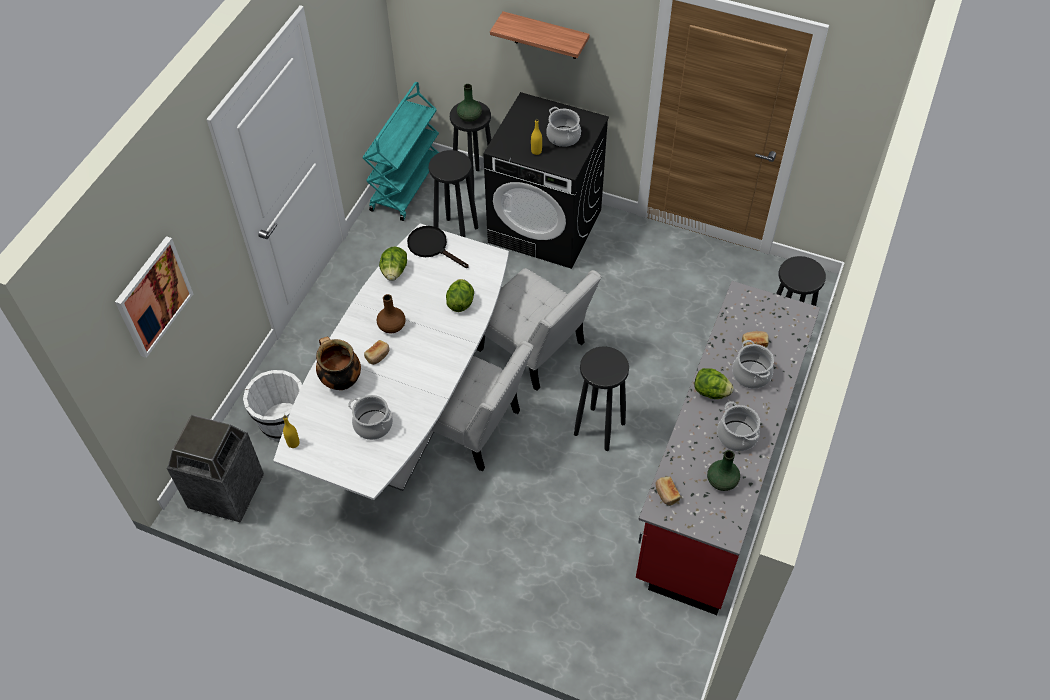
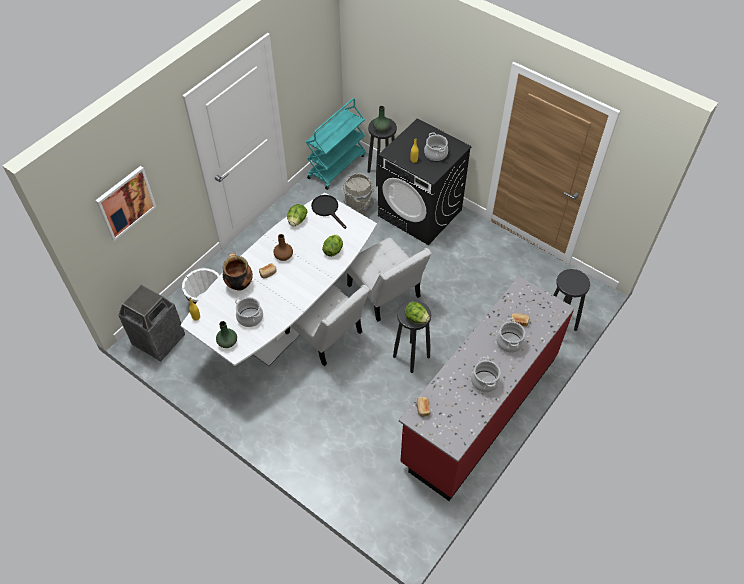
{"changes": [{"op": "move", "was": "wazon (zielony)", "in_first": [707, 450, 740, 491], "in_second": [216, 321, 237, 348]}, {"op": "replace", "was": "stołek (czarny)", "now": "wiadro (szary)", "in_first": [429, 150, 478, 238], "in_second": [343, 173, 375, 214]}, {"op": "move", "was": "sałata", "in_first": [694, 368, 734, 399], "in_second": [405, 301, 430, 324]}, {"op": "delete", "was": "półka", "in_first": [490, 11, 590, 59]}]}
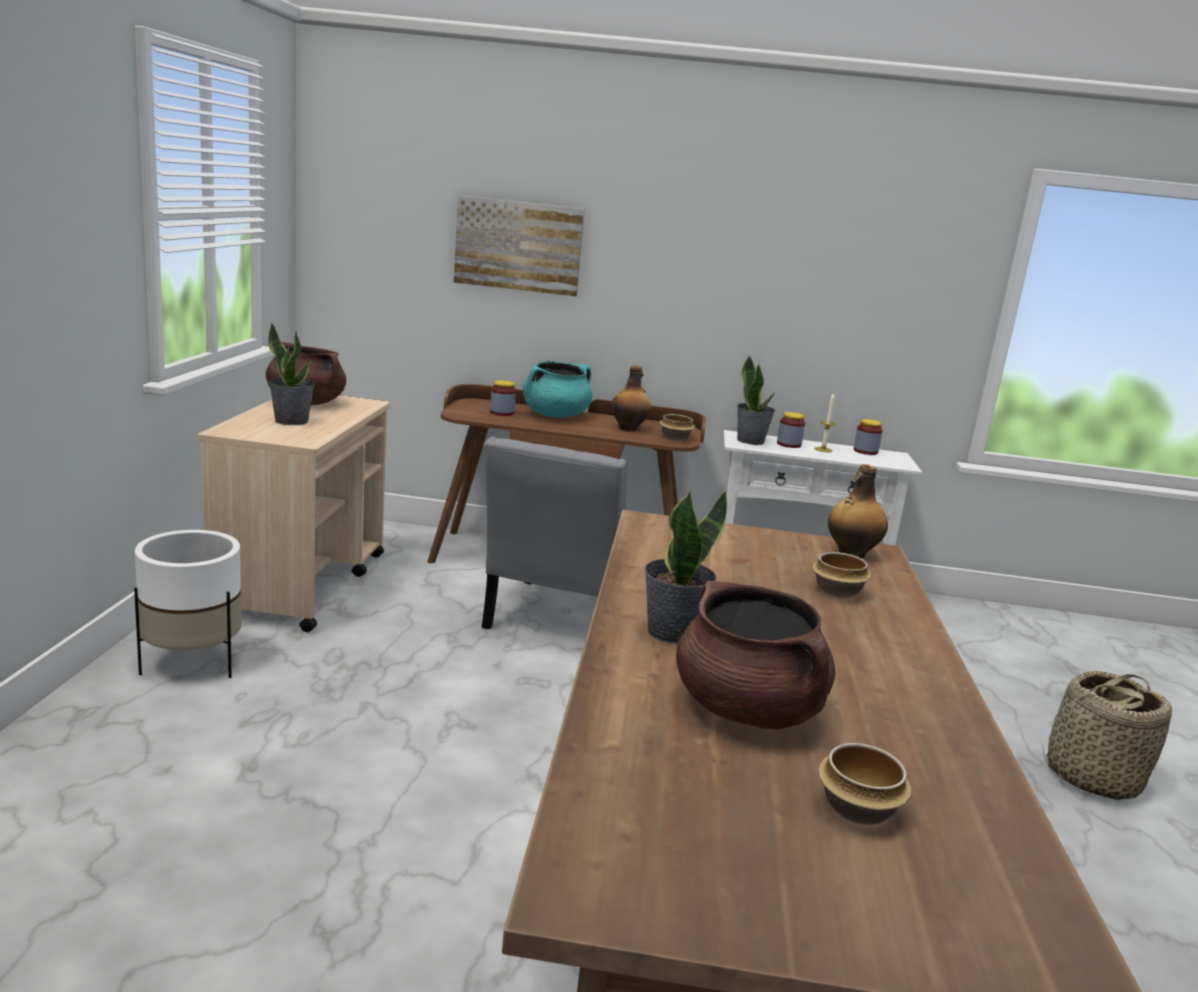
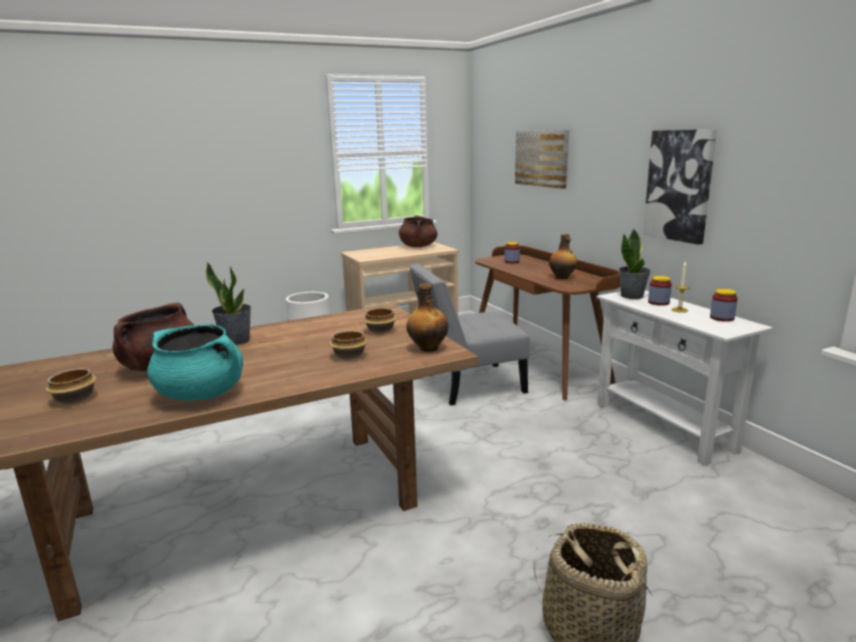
{"changes": [{"op": "move", "was": "garnek (turkusowy)", "in_first": [523, 361, 592, 418], "in_second": [147, 324, 243, 401]}, {"op": "move", "was": "miska", "in_first": [659, 414, 695, 441], "in_second": [363, 308, 397, 334]}, {"op": "insert", "now": "obraz", "in_second": [643, 129, 717, 245]}, {"op": "delete", "was": "roślina doniczkowa", "in_first": [267, 323, 315, 425]}]}
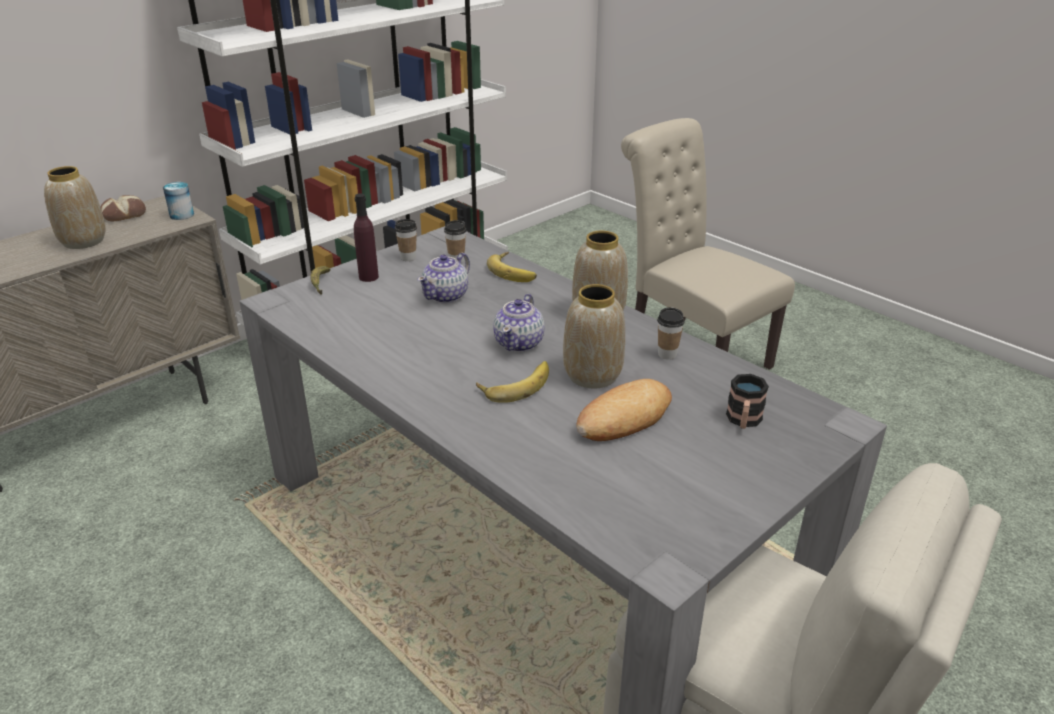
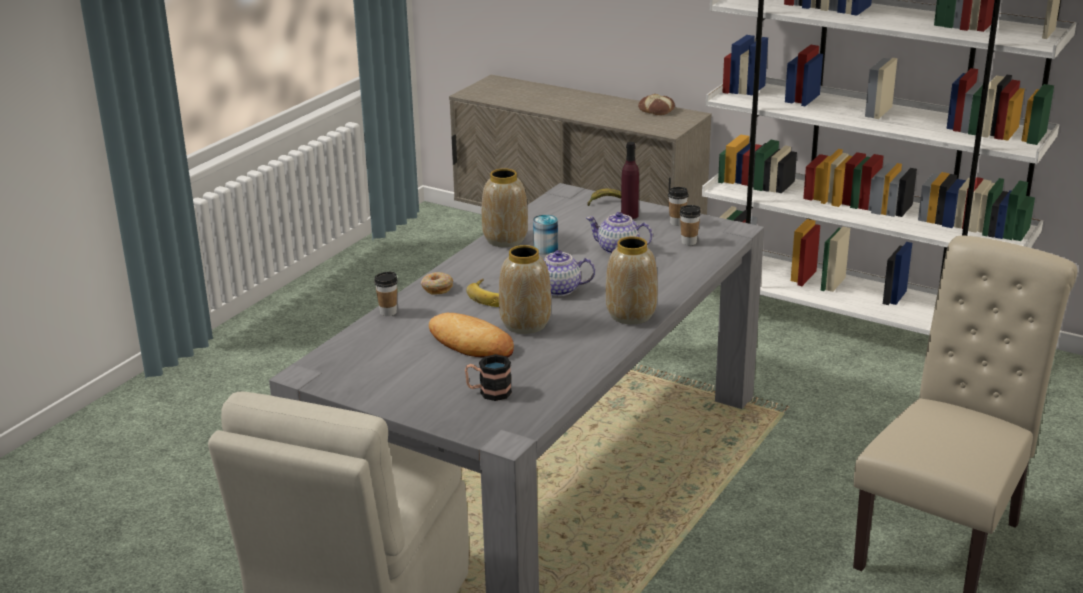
{"changes": [{"op": "move", "was": "filiżanka", "in_first": [657, 307, 685, 360], "in_second": [374, 272, 398, 316]}, {"op": "insert", "now": "donut", "in_second": [421, 272, 453, 294]}, {"op": "move", "was": "wazon", "in_first": [44, 166, 106, 249], "in_second": [482, 168, 528, 247]}, {"op": "move", "was": "puszka", "in_first": [163, 182, 194, 220], "in_second": [533, 215, 558, 255]}, {"op": "delete", "was": "banan", "in_first": [487, 252, 537, 282]}]}
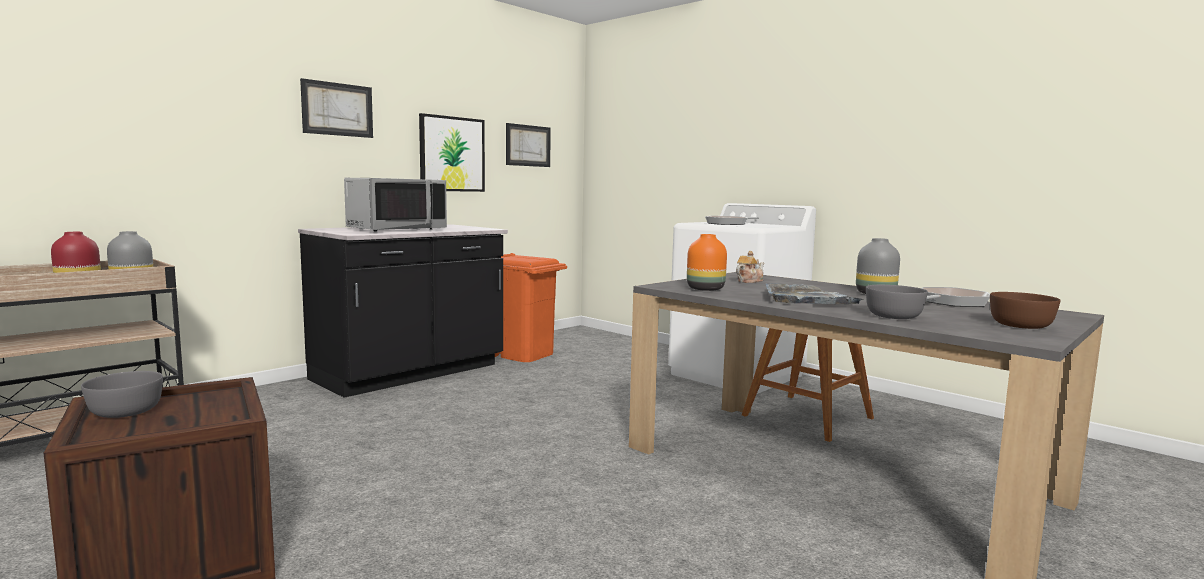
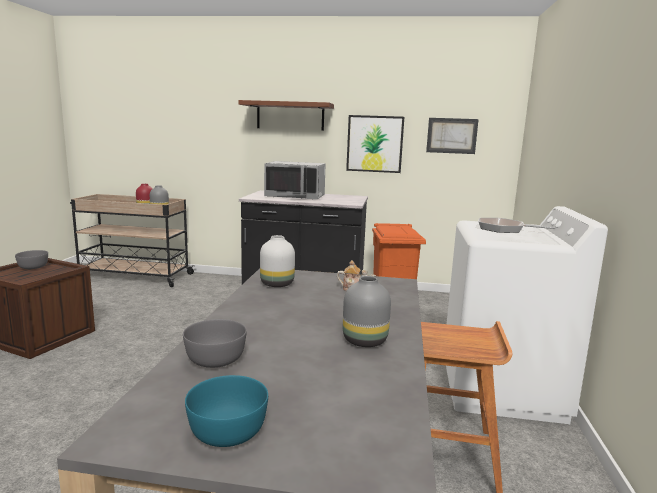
{"changes": [{"op": "recolor", "was": "miska (brązowy)", "now": "miska (turkusowy)", "in_first": [990, 292, 1060, 329], "in_second": [185, 375, 268, 447]}, {"op": "replace", "was": "obraz", "now": "półka (brązowy)", "in_first": [300, 78, 373, 138], "in_second": [238, 100, 334, 131]}, {"op": "recolor", "was": "wazon (pomarańczowy)", "now": "wazon (biały)", "in_first": [687, 234, 727, 291], "in_second": [260, 235, 295, 287]}, {"op": "delete", "was": "taca (szary)", "in_first": [766, 283, 864, 304]}, {"op": "delete", "was": "patelnia", "in_first": [922, 287, 990, 307]}]}
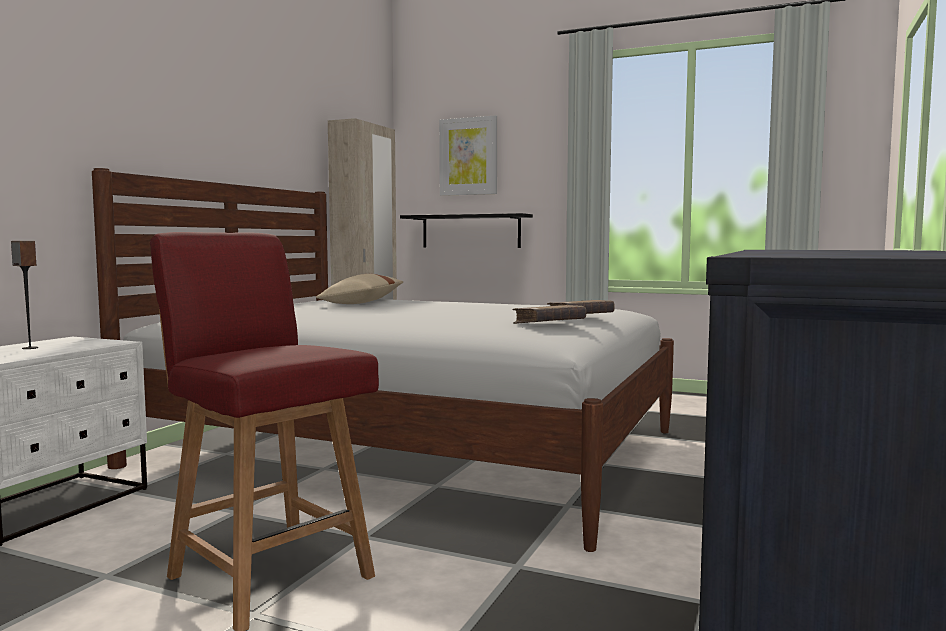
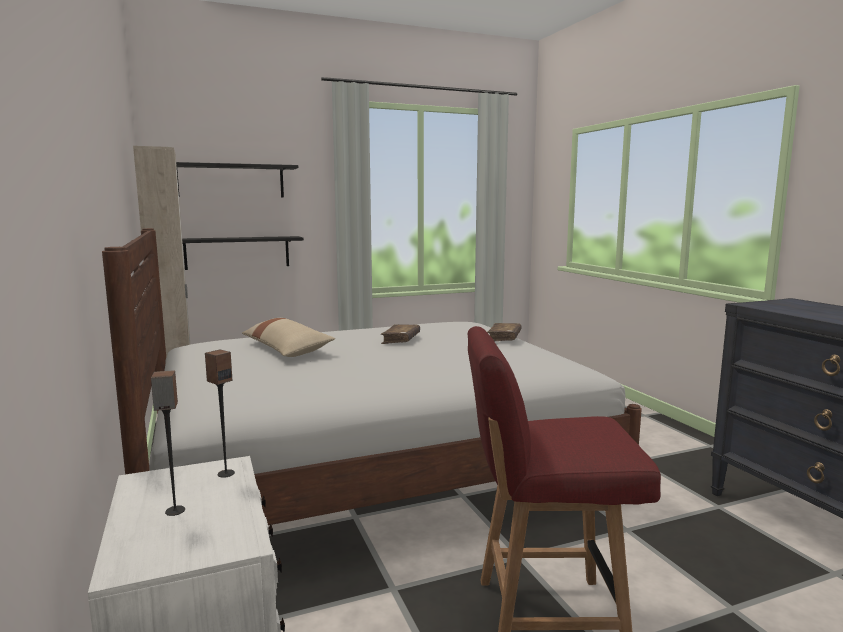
{"changes": [{"op": "replace", "was": "obraz", "now": "półka (czarny)", "in_first": [439, 115, 497, 196], "in_second": [176, 162, 298, 197]}, {"op": "insert", "now": "głośnik", "in_second": [205, 350, 235, 478]}, {"op": "move", "was": "książka (brązowy)", "in_first": [513, 305, 586, 324], "in_second": [381, 324, 420, 344]}]}
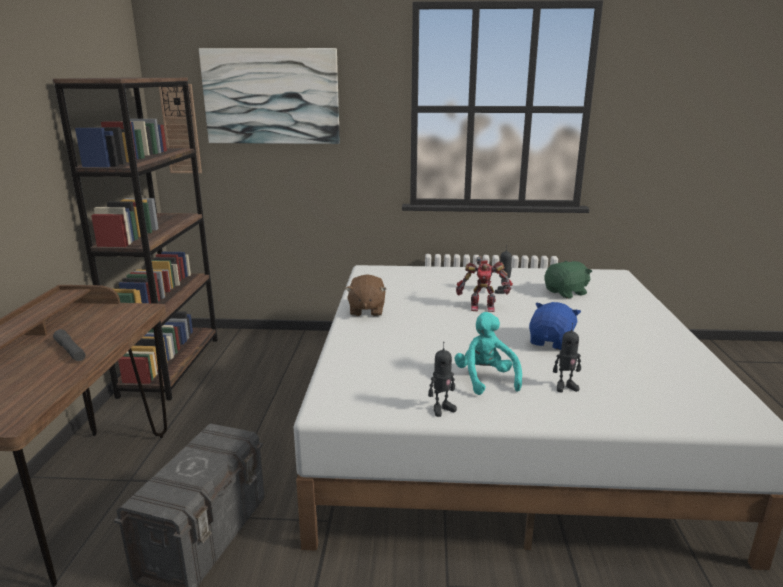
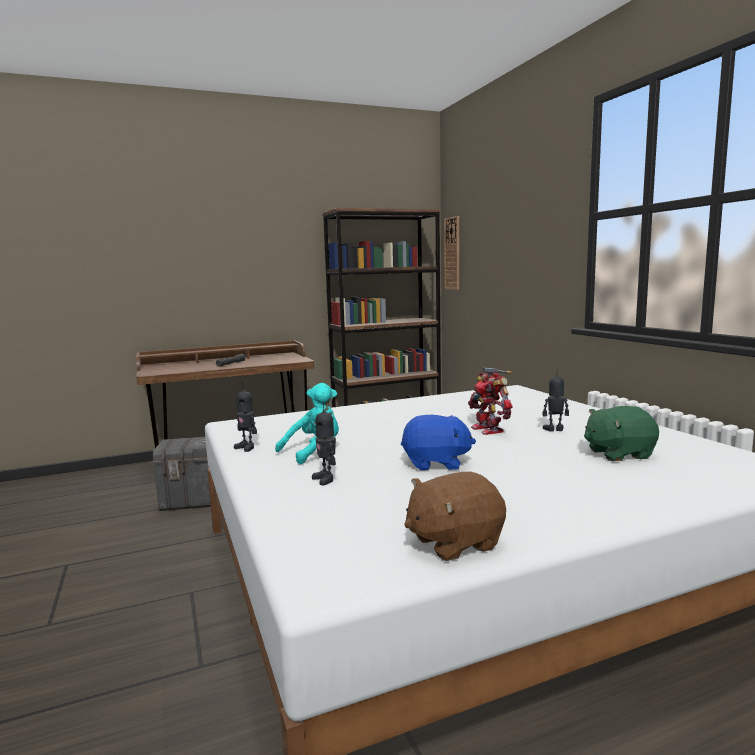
{"changes": [{"op": "move", "was": "pluszak (brązowy)", "in_first": [345, 274, 386, 316], "in_second": [405, 472, 506, 561]}, {"op": "rotate", "was": "pluszak (zielony)", "in_first": [544, 261, 592, 299], "in_second": [584, 406, 659, 461], "clockwise": 135}, {"op": "delete", "was": "obraz", "in_first": [199, 48, 340, 144]}]}
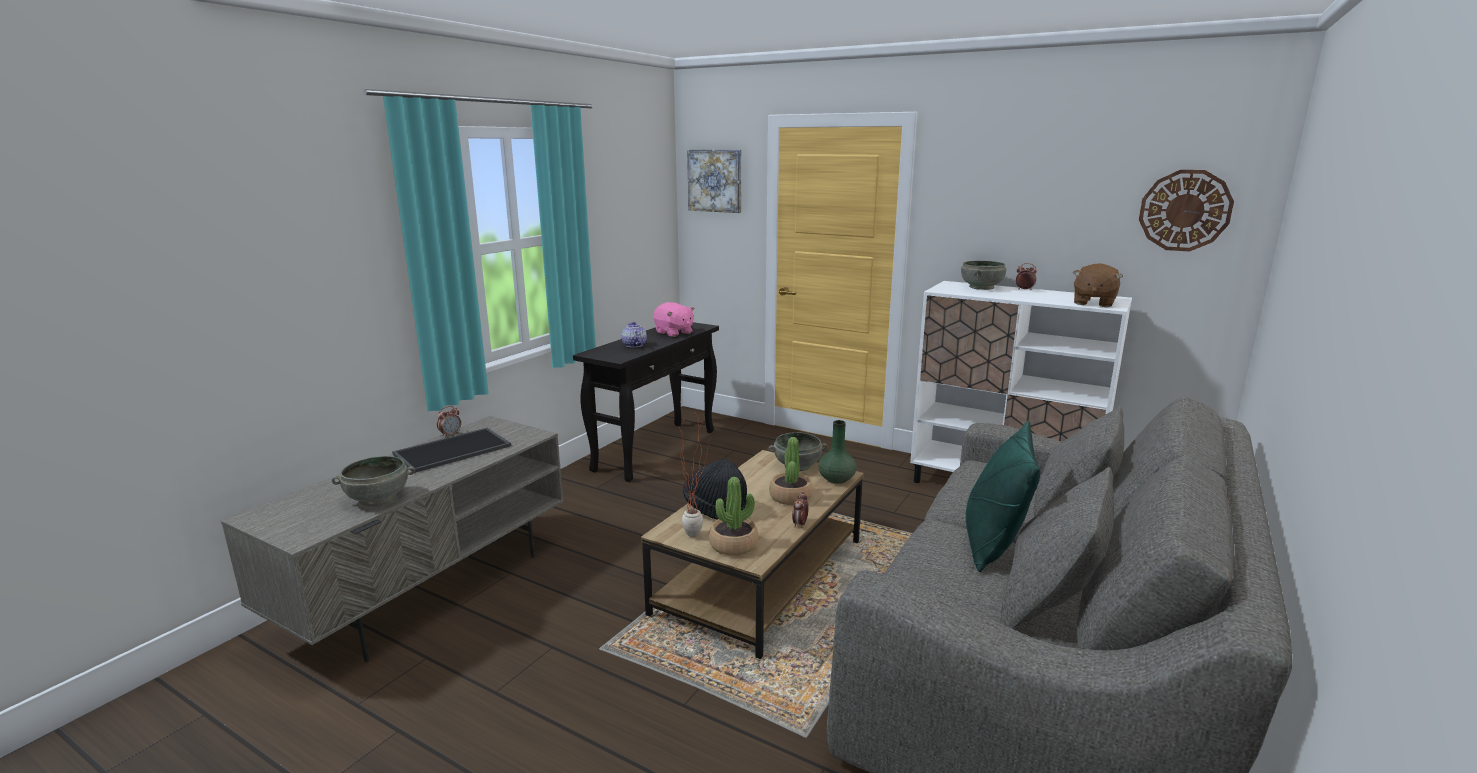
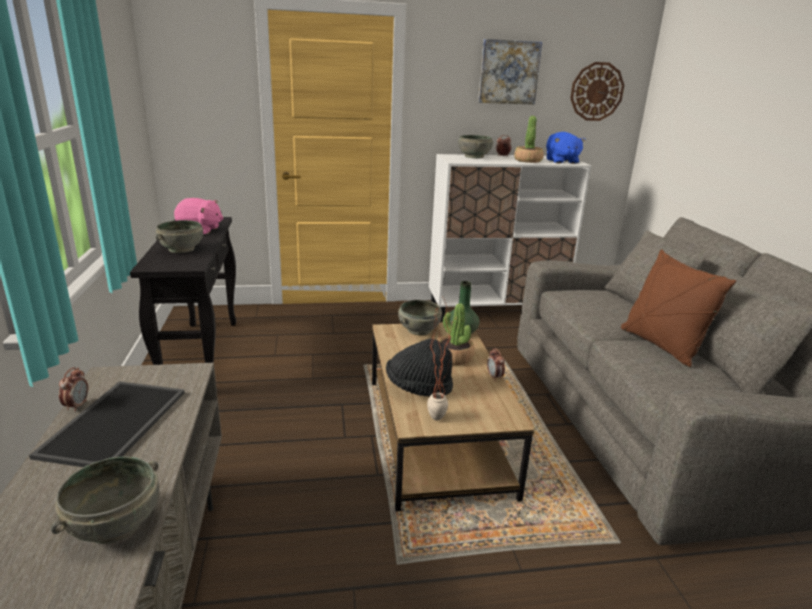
{"changes": [{"op": "replace", "was": "imbryk", "now": "miska (szary)", "in_first": [622, 322, 647, 348], "in_second": [156, 220, 203, 253]}, {"op": "move", "was": "obraz", "in_first": [687, 150, 741, 213], "in_second": [478, 39, 542, 105]}, {"op": "move", "was": "roślina doniczkowa", "in_first": [709, 477, 758, 556], "in_second": [514, 116, 544, 163]}, {"op": "recolor", "was": "pluszak (brązowy)", "now": "pluszak (niebieski)", "in_first": [1073, 263, 1123, 307], "in_second": [546, 132, 586, 164]}, {"op": "recolor", "was": "poduszka (zielony)", "now": "poduszka (brązowy)", "in_first": [966, 421, 1040, 572], "in_second": [621, 249, 736, 367]}]}
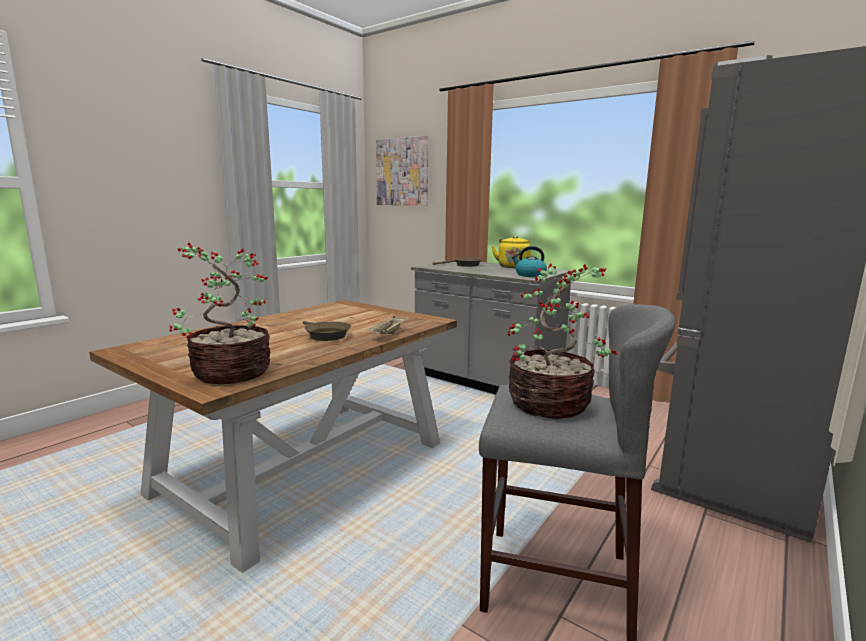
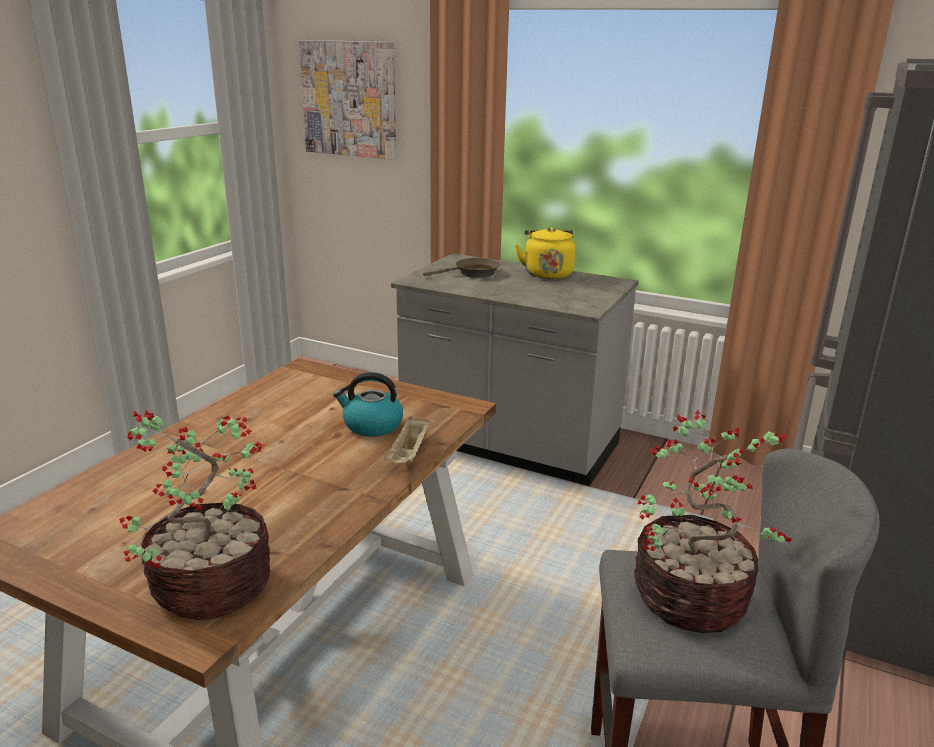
{"changes": [{"op": "move", "was": "czajnik", "in_first": [512, 246, 547, 277], "in_second": [333, 372, 403, 437]}, {"op": "delete", "was": "patelnia (brązowy)", "in_first": [303, 321, 351, 341]}]}
